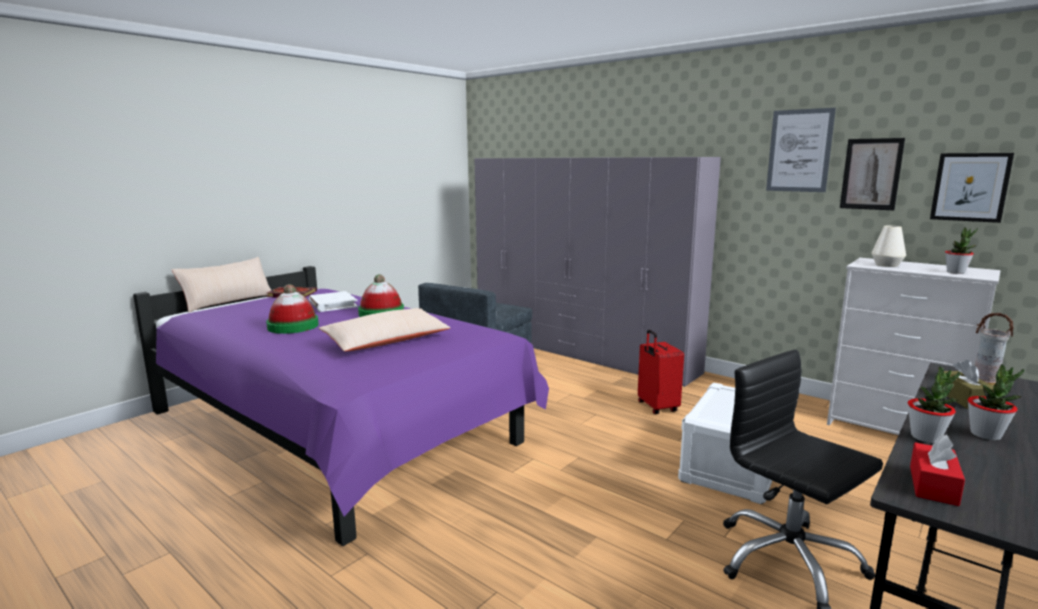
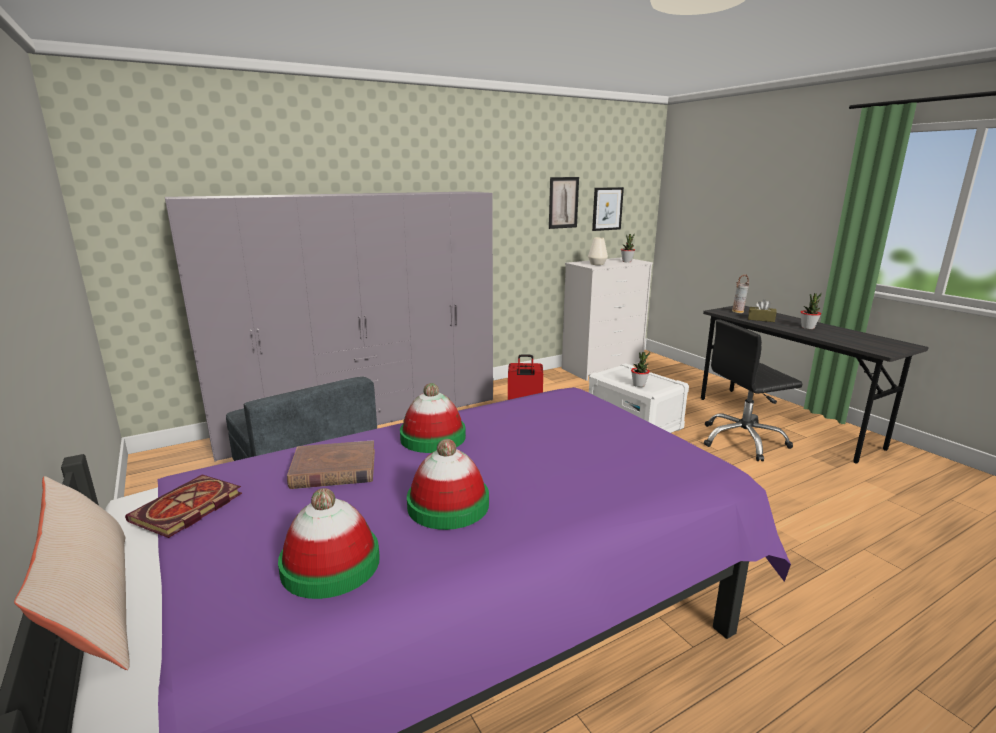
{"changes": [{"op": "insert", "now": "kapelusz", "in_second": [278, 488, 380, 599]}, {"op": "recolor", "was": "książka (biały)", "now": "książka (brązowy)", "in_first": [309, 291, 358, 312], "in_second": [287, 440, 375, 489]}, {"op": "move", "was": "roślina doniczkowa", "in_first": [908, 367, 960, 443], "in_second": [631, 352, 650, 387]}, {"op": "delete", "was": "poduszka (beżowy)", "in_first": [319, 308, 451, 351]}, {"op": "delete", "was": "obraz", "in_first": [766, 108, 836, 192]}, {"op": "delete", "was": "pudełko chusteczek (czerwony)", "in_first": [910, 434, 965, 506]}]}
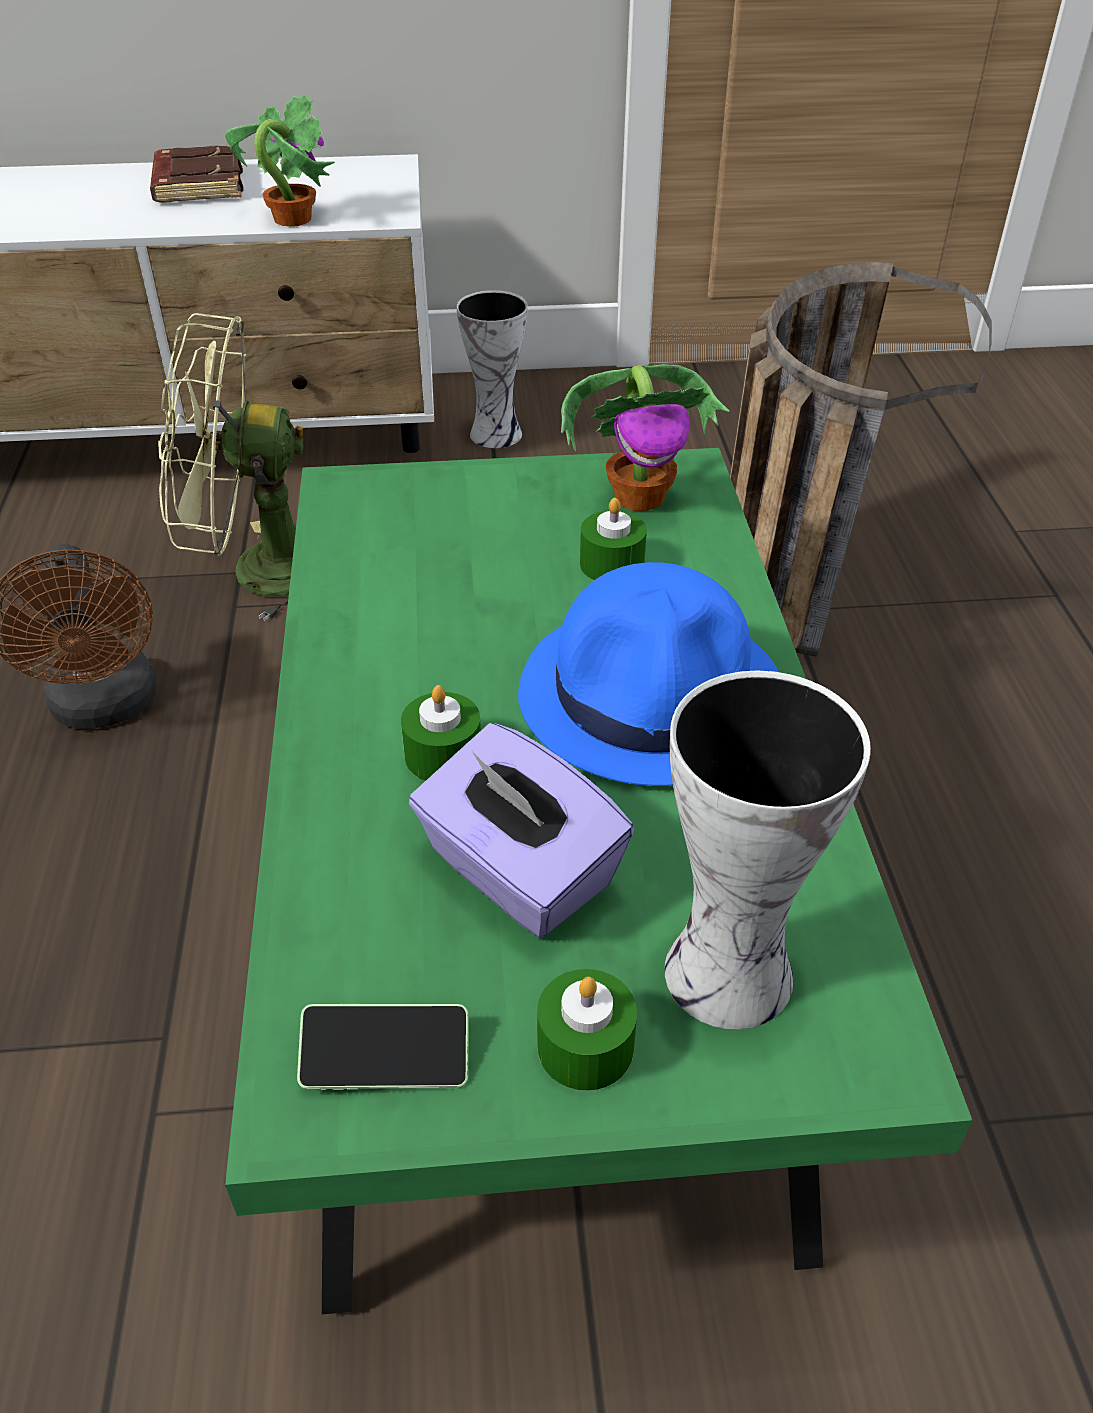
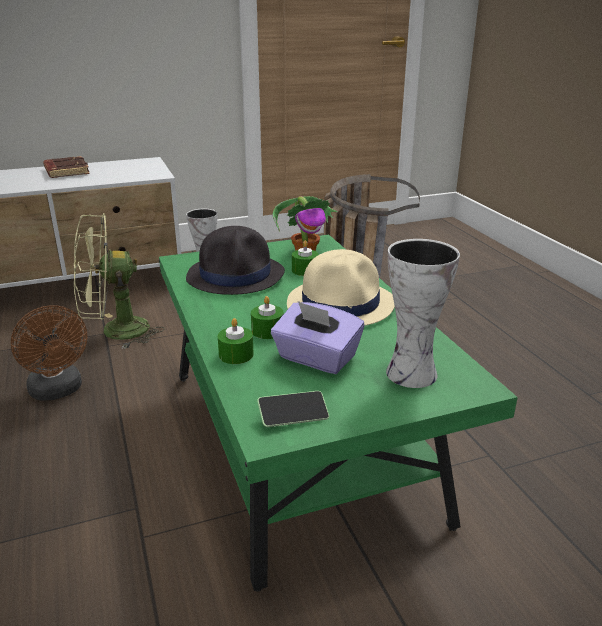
{"changes": [{"op": "insert", "now": "kapelusz (czarny)", "in_second": [186, 226, 285, 295]}, {"op": "move", "was": "świeca (zielony)", "in_first": [537, 969, 637, 1091], "in_second": [218, 318, 254, 364]}, {"op": "recolor", "was": "kapelusz (niebieski)", "now": "kapelusz (beżowy)", "in_first": [518, 562, 779, 786], "in_second": [287, 249, 395, 326]}, {"op": "delete", "was": "roślina doniczkowa", "in_first": [225, 94, 335, 227]}]}
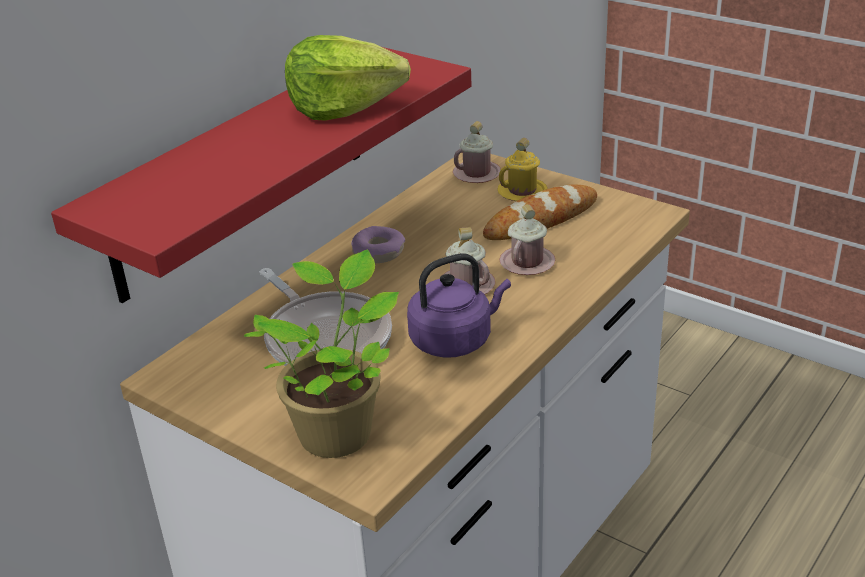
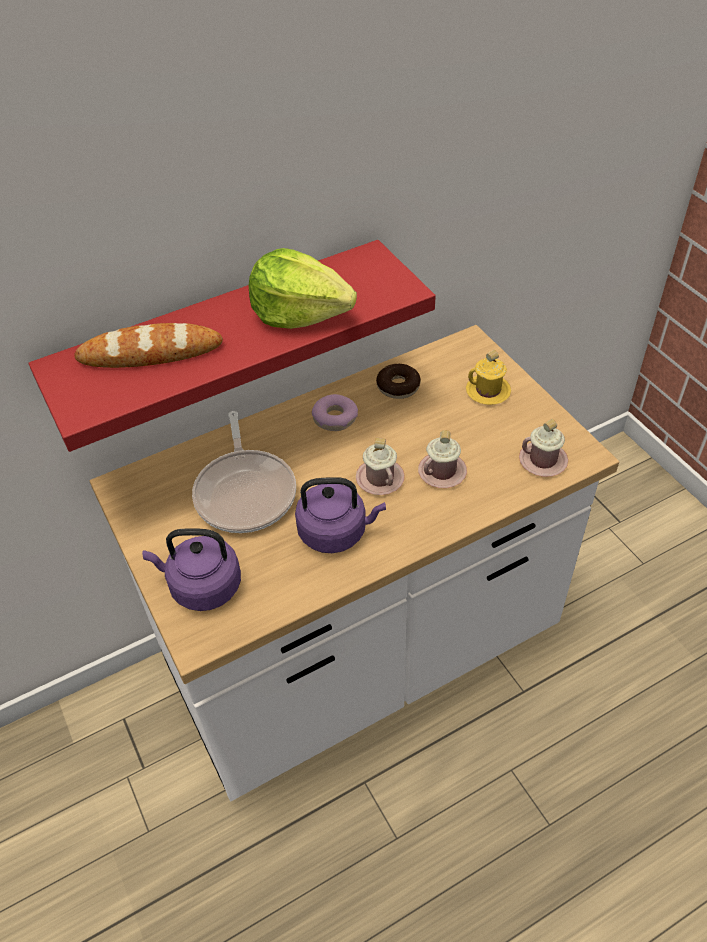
{"changes": [{"op": "move", "was": "chleb", "in_first": [483, 185, 597, 240], "in_second": [75, 323, 223, 368]}, {"op": "replace", "was": "roślina doniczkowa", "now": "czajnik (fioletowy)", "in_first": [244, 250, 399, 458], "in_second": [142, 528, 241, 611]}, {"op": "insert", "now": "donut", "in_second": [376, 364, 421, 399]}, {"op": "move", "was": "kubek (różowy)", "in_first": [453, 121, 501, 183], "in_second": [519, 419, 568, 477]}]}
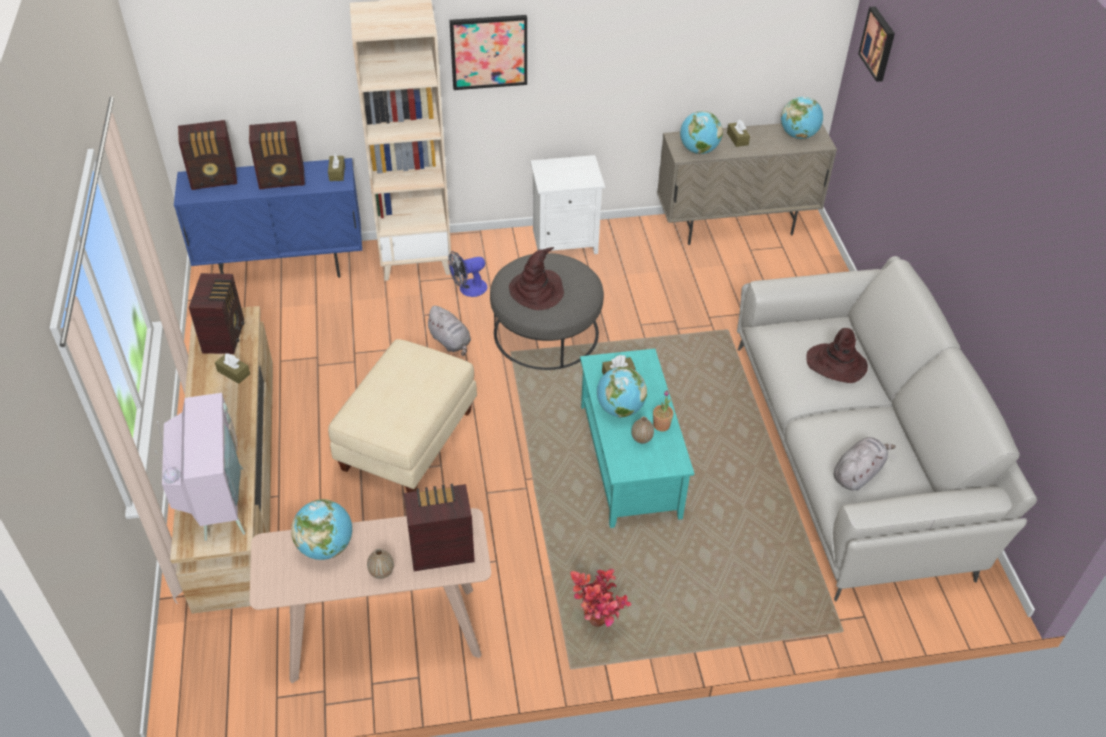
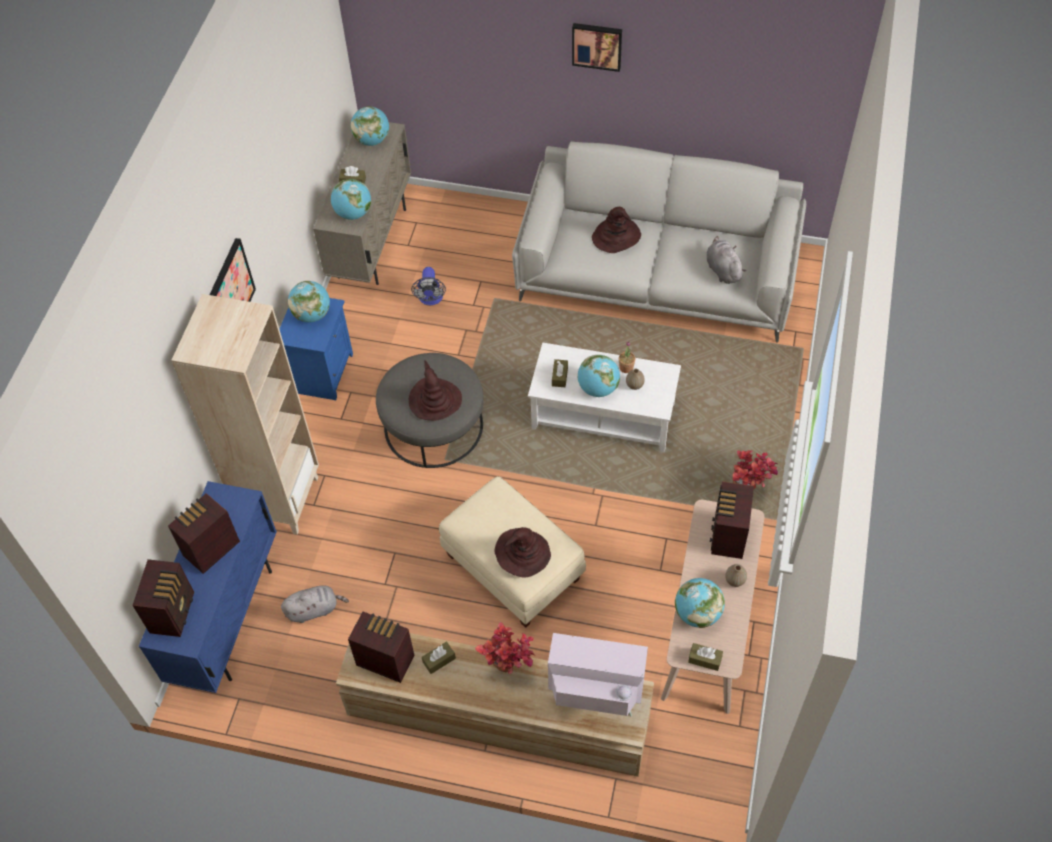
{"changes": [{"op": "rotate", "was": "radio", "in_first": [249, 121, 305, 189], "in_second": [168, 493, 240, 574], "clockwise": -150}, {"op": "recolor", "was": "szafka nocna (biały)", "now": "szafka nocna (niebieski)", "in_first": [530, 155, 605, 254], "in_second": [279, 298, 353, 400]}, {"op": "move", "was": "pluszak (szary)", "in_first": [425, 306, 471, 356], "in_second": [281, 585, 349, 623]}, {"op": "insert", "now": "globus", "in_second": [288, 281, 330, 322]}, {"op": "move", "was": "wentylator", "in_first": [448, 251, 487, 297], "in_second": [411, 267, 446, 305]}, {"op": "insert", "now": "roślina doniczkowa", "in_second": [475, 622, 535, 674]}, {"op": "insert", "now": "kapelusz (brązowy)", "in_second": [494, 527, 551, 578]}, {"op": "recolor", "was": "ława (turkusowy)", "now": "ława (biały)", "in_first": [580, 349, 694, 528], "in_second": [528, 342, 681, 452]}, {"op": "move", "was": "obraz", "in_first": [858, 6, 895, 82], "in_second": [572, 23, 622, 72]}, {"op": "move", "was": "pudełko chusteczek (brązowy)", "in_first": [328, 153, 345, 181], "in_second": [688, 643, 723, 671]}]}
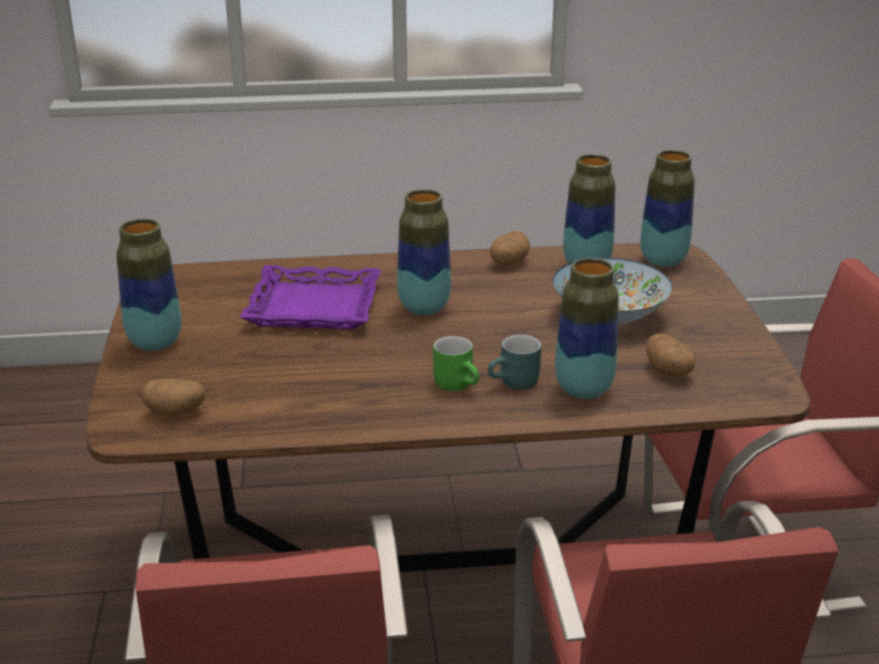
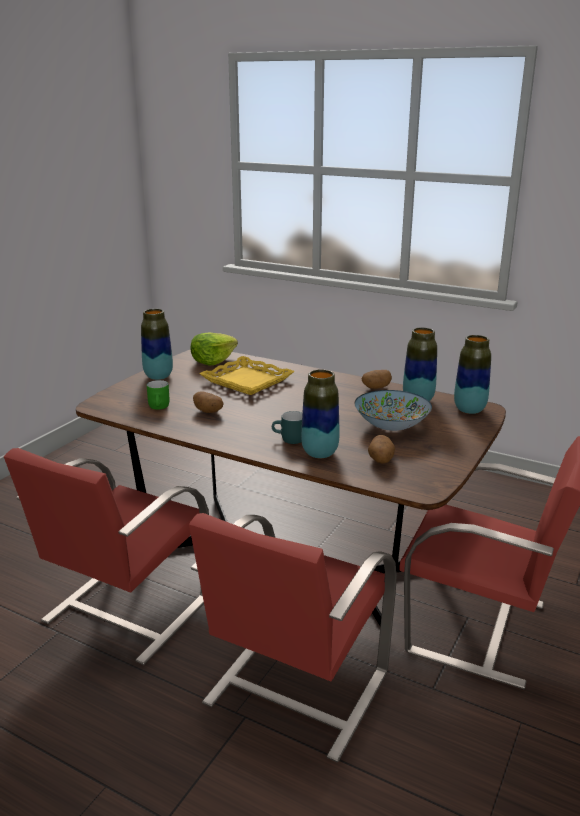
{"changes": [{"op": "move", "was": "kubek (zielony)", "in_first": [433, 336, 479, 391], "in_second": [147, 380, 169, 410]}, {"op": "insert", "now": "sałata", "in_second": [191, 333, 238, 366]}, {"op": "move", "was": "ziemniak", "in_first": [141, 379, 205, 416], "in_second": [193, 391, 224, 413]}, {"op": "recolor", "was": "taca (fioletowy)", "now": "taca (żółty)", "in_first": [240, 265, 381, 329], "in_second": [199, 356, 295, 395]}, {"op": "delete", "was": "wazon", "in_first": [397, 189, 451, 315]}]}
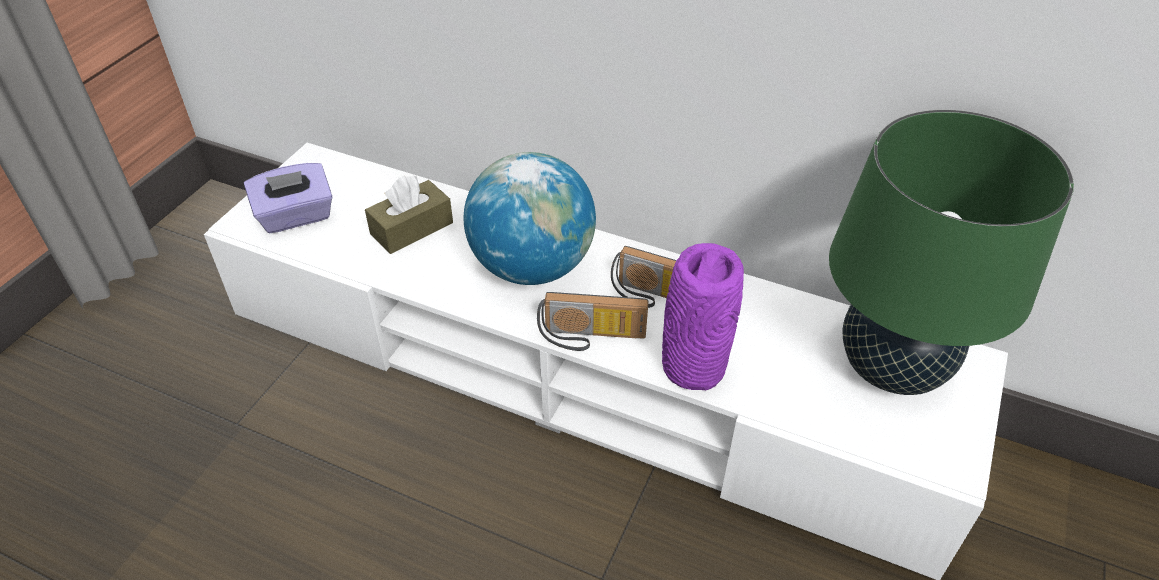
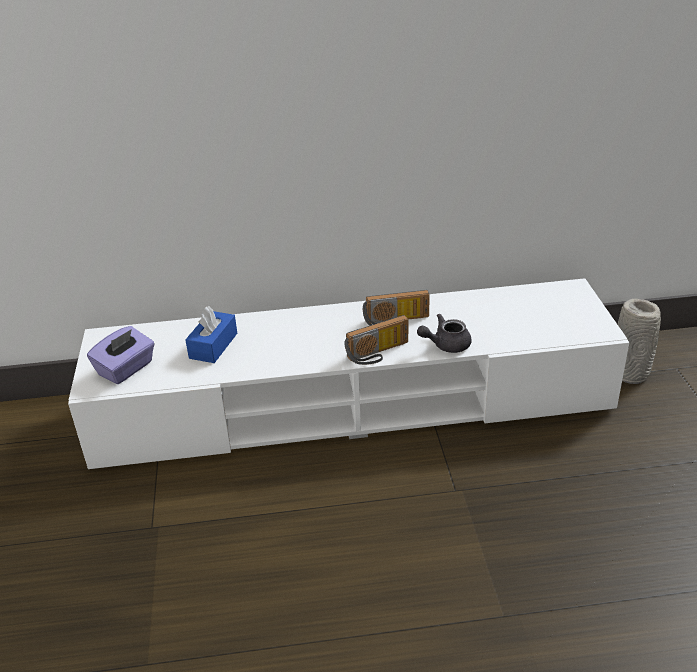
{"changes": [{"op": "recolor", "was": "pudełko chusteczek (brązowy)", "now": "pudełko chusteczek (niebieski)", "in_first": [365, 176, 453, 254], "in_second": [185, 306, 237, 363]}, {"op": "replace", "was": "wazon (fioletowy)", "now": "imbryk (szary)", "in_first": [662, 243, 744, 390], "in_second": [417, 314, 472, 353]}, {"op": "insert", "now": "wazon (szary)", "in_second": [618, 299, 661, 384]}, {"op": "delete", "was": "globus", "in_first": [464, 152, 596, 285]}, {"op": "delete", "was": "lampa stołowa (zielony)", "in_first": [829, 110, 1074, 395]}]}
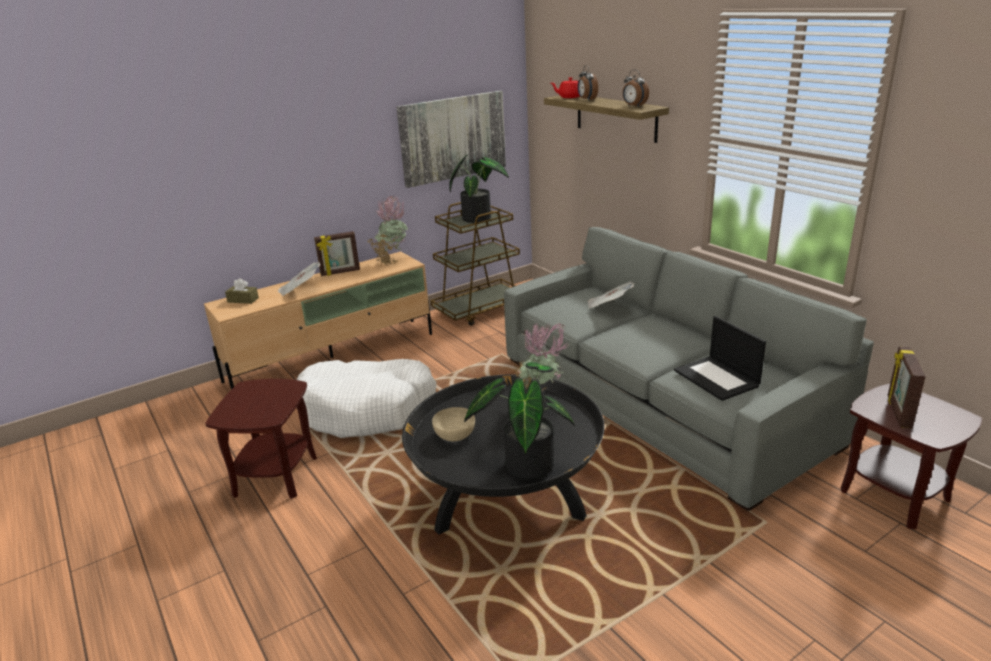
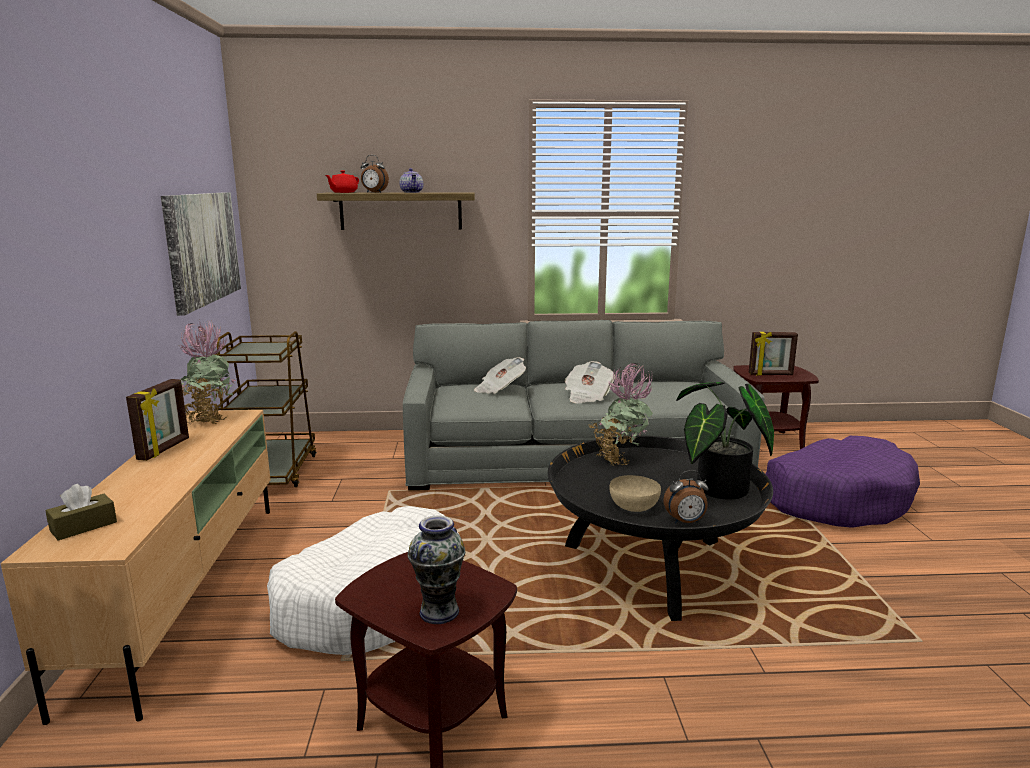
{"changes": [{"op": "insert", "now": "imbryk", "in_second": [399, 168, 423, 193]}, {"op": "insert", "now": "wazon", "in_second": [408, 516, 465, 624]}, {"op": "move", "was": "gazeta", "in_first": [278, 262, 320, 296], "in_second": [565, 361, 615, 403]}, {"op": "move", "was": "budzik", "in_first": [623, 70, 649, 107], "in_second": [663, 470, 709, 524]}, {"op": "rotate", "was": "ramka na zdjęcie", "in_first": [888, 346, 926, 429], "in_second": [748, 332, 798, 376], "clockwise": -45}, {"op": "insert", "now": "legowisko (fioletowy)", "in_second": [765, 436, 920, 528]}, {"op": "delete", "was": "roślina doniczkowa", "in_first": [449, 154, 509, 223]}, {"op": "delete", "was": "laptop", "in_first": [674, 316, 766, 401]}]}
